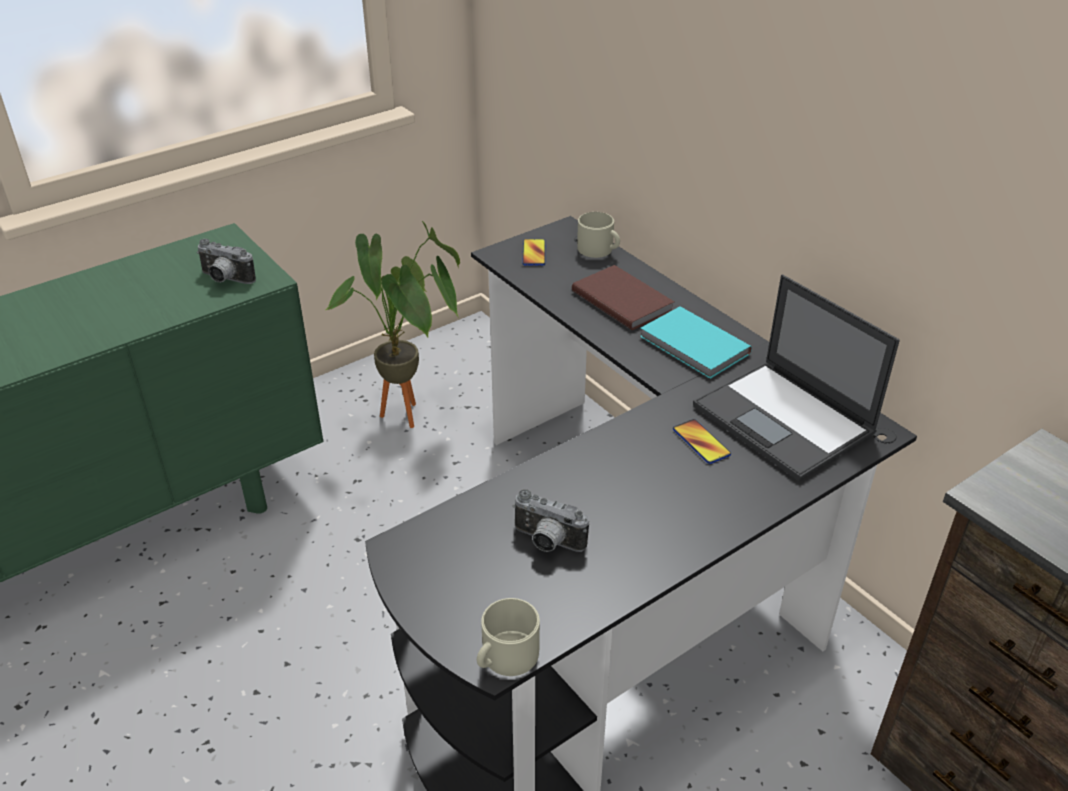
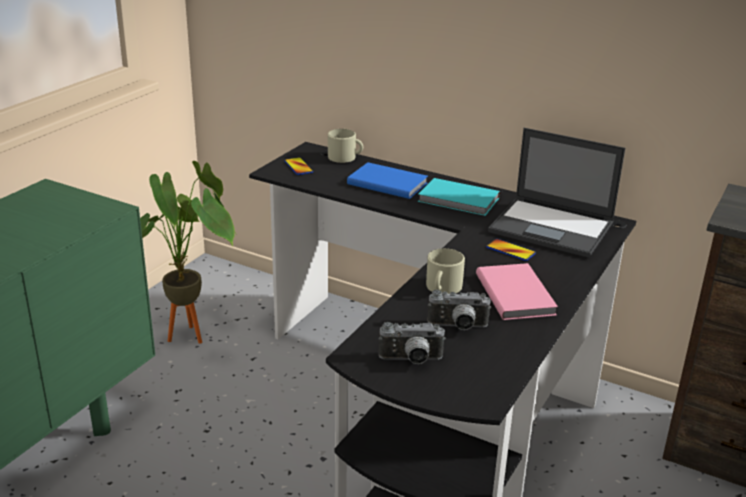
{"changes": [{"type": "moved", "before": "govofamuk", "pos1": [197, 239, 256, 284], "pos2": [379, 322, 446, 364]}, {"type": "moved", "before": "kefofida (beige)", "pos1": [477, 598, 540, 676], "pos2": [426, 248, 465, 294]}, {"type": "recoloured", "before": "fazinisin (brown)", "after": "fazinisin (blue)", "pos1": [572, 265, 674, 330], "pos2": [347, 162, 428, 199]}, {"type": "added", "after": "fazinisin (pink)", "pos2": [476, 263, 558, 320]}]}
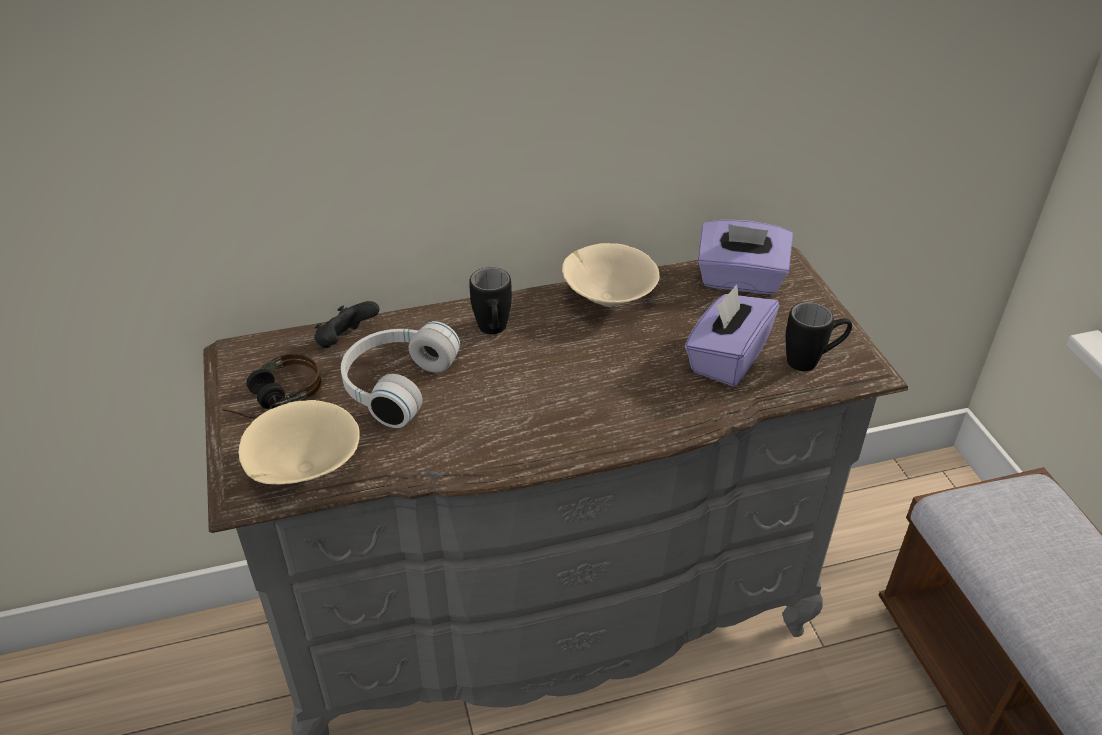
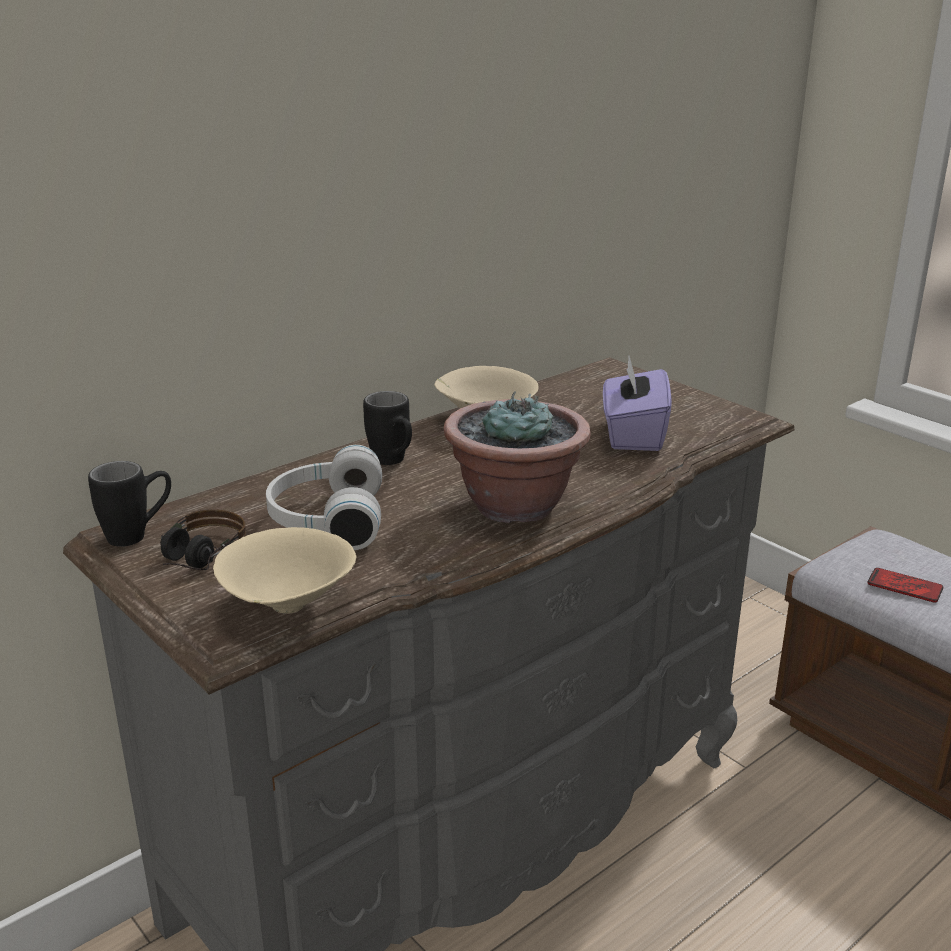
{"changes": [{"type": "removed", "before": "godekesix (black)", "pos1": [314, 301, 380, 348]}, {"type": "removed", "before": "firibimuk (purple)", "pos1": [698, 220, 793, 294]}, {"type": "moved", "before": "kefofida (black)", "pos1": [786, 302, 852, 371], "pos2": [88, 461, 171, 547]}, {"type": "added", "after": "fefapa", "pos2": [444, 392, 591, 523]}, {"type": "added", "after": "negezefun", "pos2": [867, 568, 943, 603]}]}
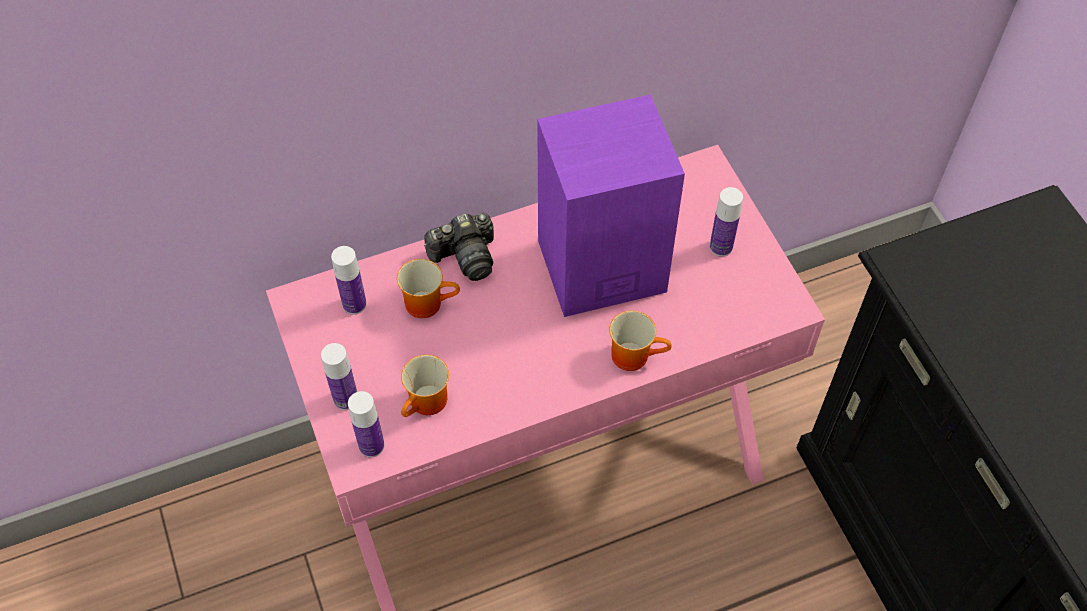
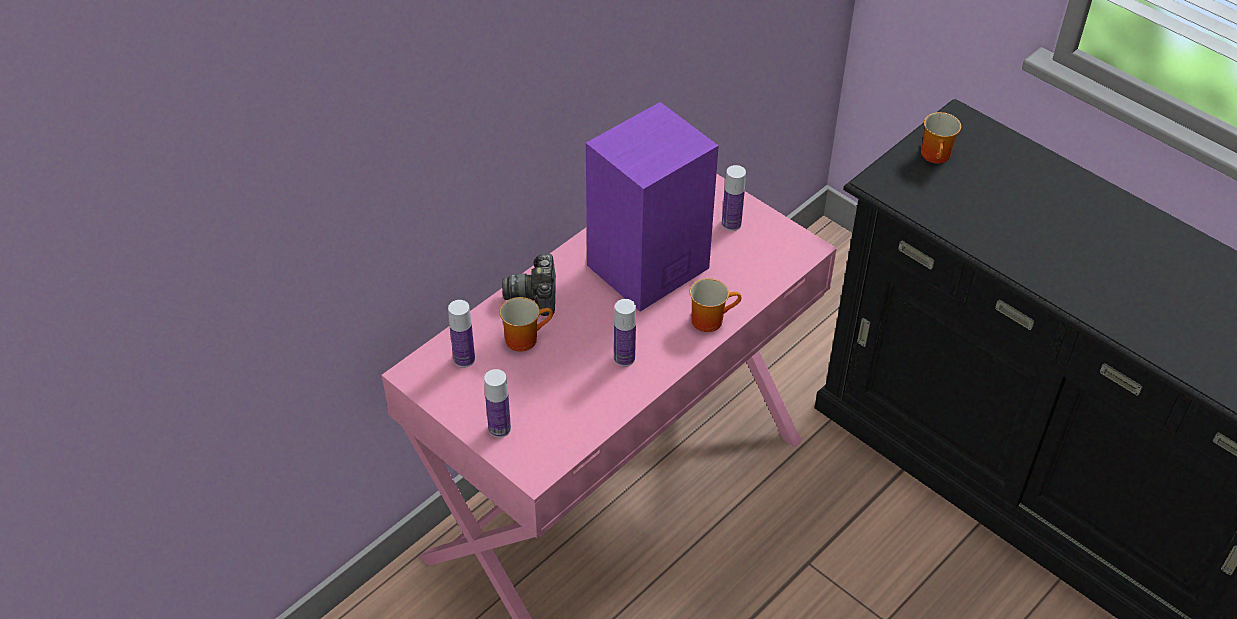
{"changes": [{"type": "moved", "before": "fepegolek", "pos1": [348, 391, 385, 458], "pos2": [614, 299, 636, 367]}, {"type": "moved", "before": "kefofida", "pos1": [401, 355, 449, 417], "pos2": [921, 112, 961, 163]}, {"type": "turned", "before": "govofamuk", "pos1": [424, 213, 494, 281], "pos2": [502, 254, 556, 316], "turn": 135}]}
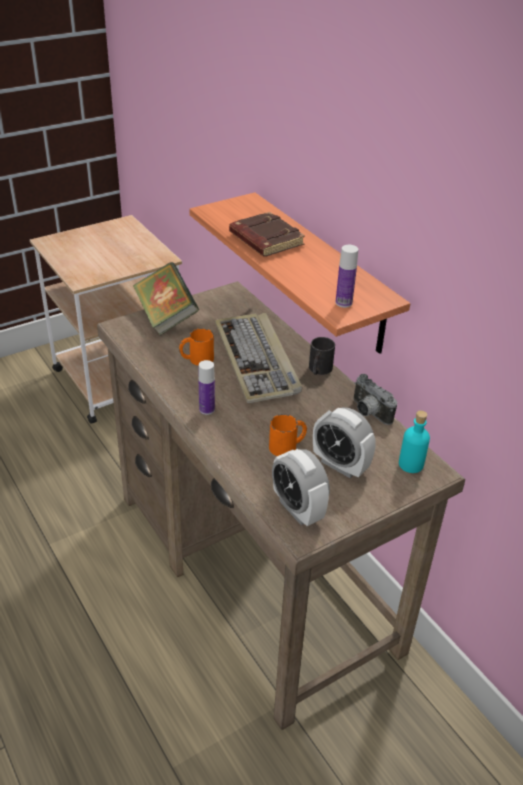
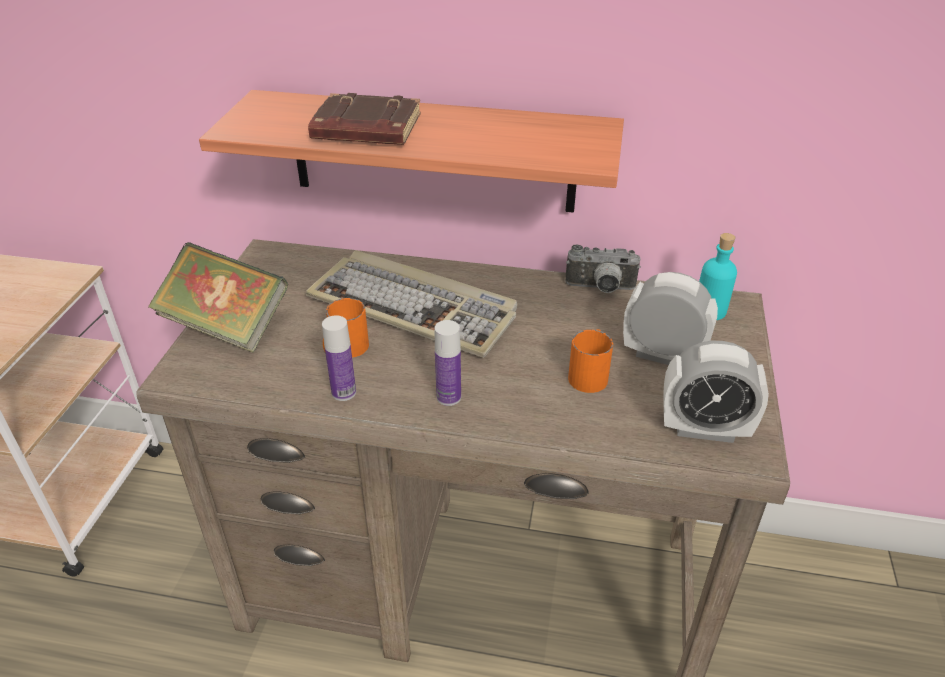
{"changes": [{"type": "removed", "before": "kefofida (black)", "pos1": [309, 337, 335, 375]}, {"type": "turned", "before": "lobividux", "pos1": [313, 407, 376, 478], "pos2": [623, 272, 718, 365], "turn": -150}, {"type": "moved", "before": "fepegolek", "pos1": [335, 245, 359, 308], "pos2": [322, 315, 356, 401]}]}
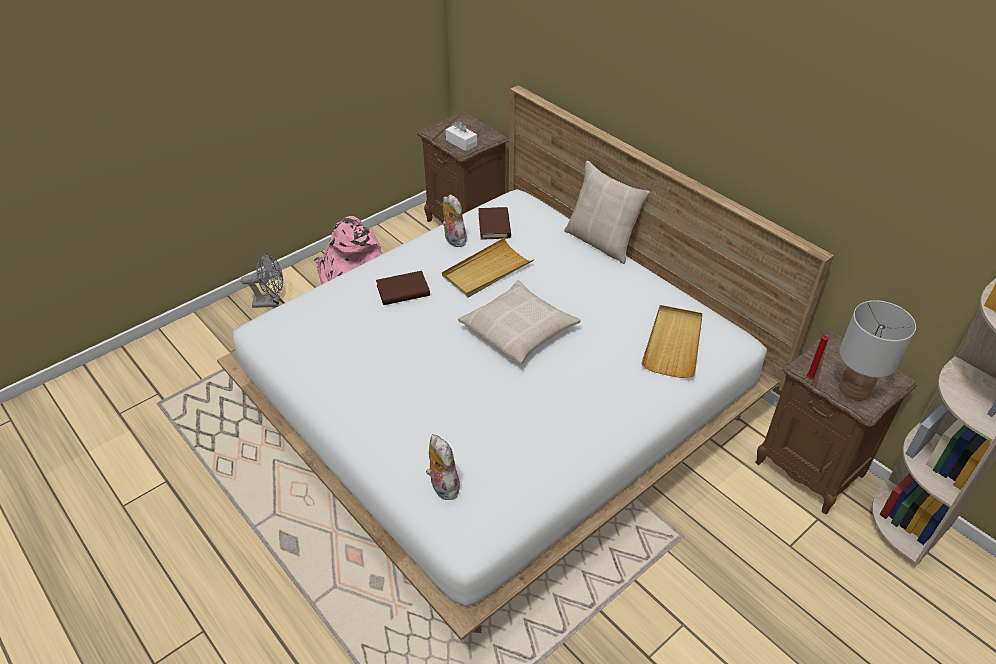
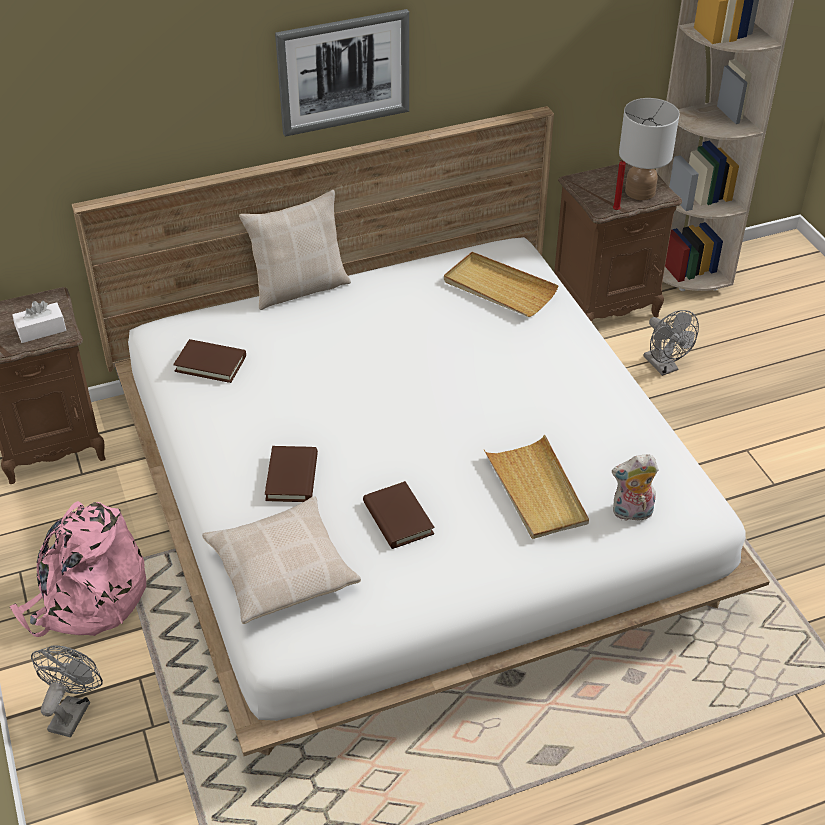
{"changes": [{"type": "removed", "before": "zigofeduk", "pos1": [442, 194, 467, 247]}, {"type": "moved", "before": "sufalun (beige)", "pos1": [442, 237, 534, 297], "pos2": [484, 434, 589, 539]}, {"type": "moved", "before": "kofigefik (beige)", "pos1": [458, 280, 581, 365], "pos2": [202, 496, 361, 624]}, {"type": "added", "after": "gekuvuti", "pos2": [275, 9, 409, 136]}, {"type": "added", "after": "fazinisin (brown)", "pos2": [363, 481, 434, 549]}, {"type": "added", "after": "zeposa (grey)", "pos2": [644, 310, 699, 376]}]}
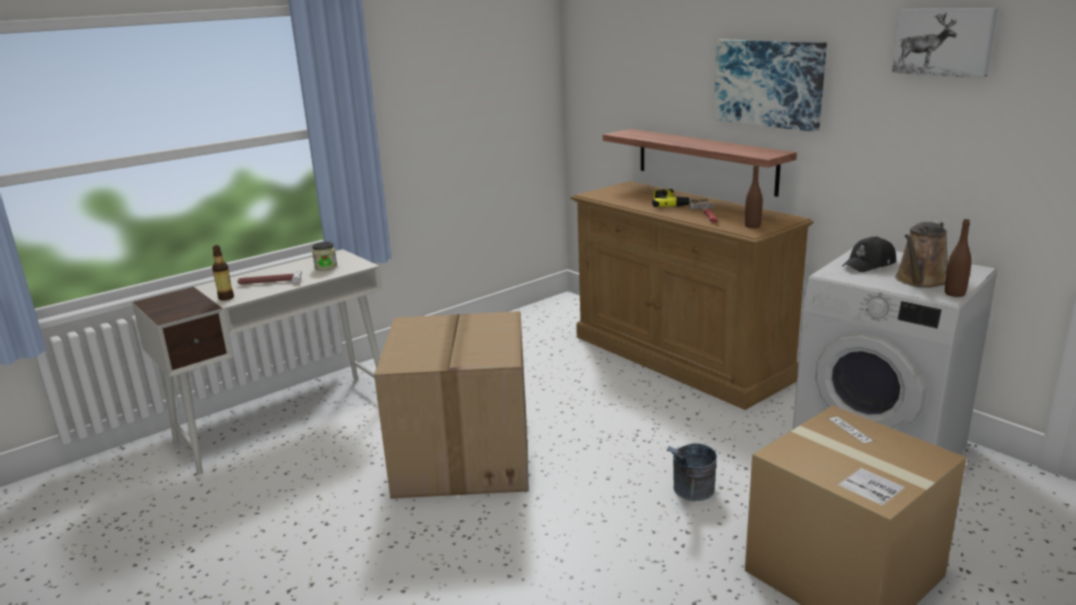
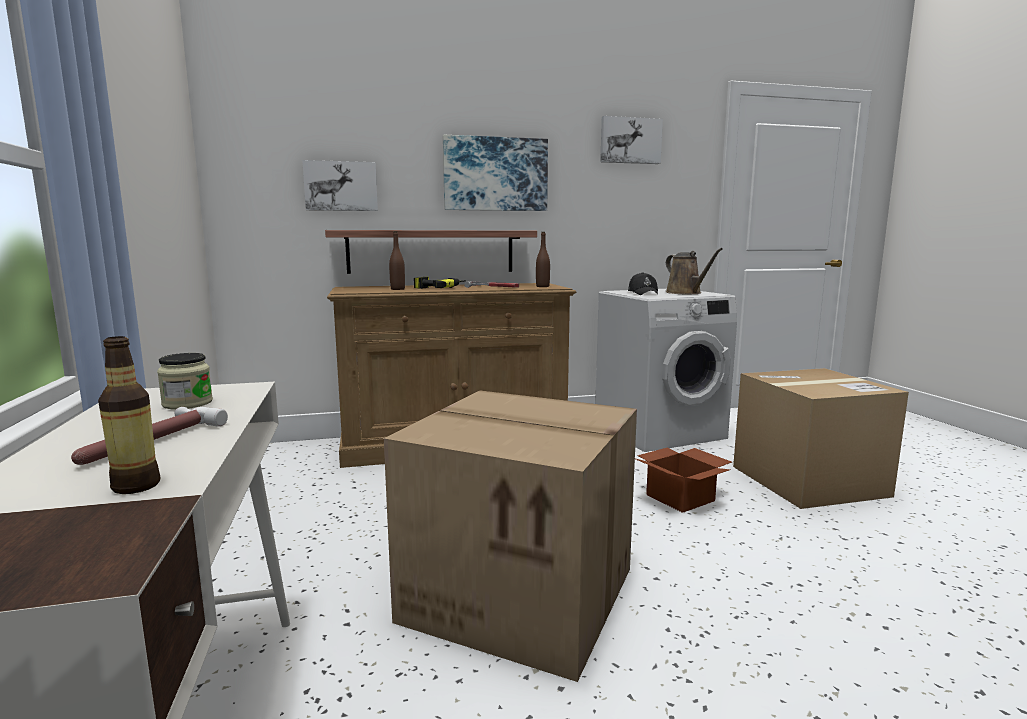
{"changes": [{"type": "replaced", "before": "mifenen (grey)", "after": "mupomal", "pos1": [667, 443, 717, 501], "pos2": [636, 447, 732, 513]}, {"type": "moved", "before": "fepegolek (brown)", "pos1": [945, 219, 972, 297], "pos2": [389, 231, 405, 290]}, {"type": "added", "after": "gekuvuti", "pos2": [302, 160, 378, 211]}]}
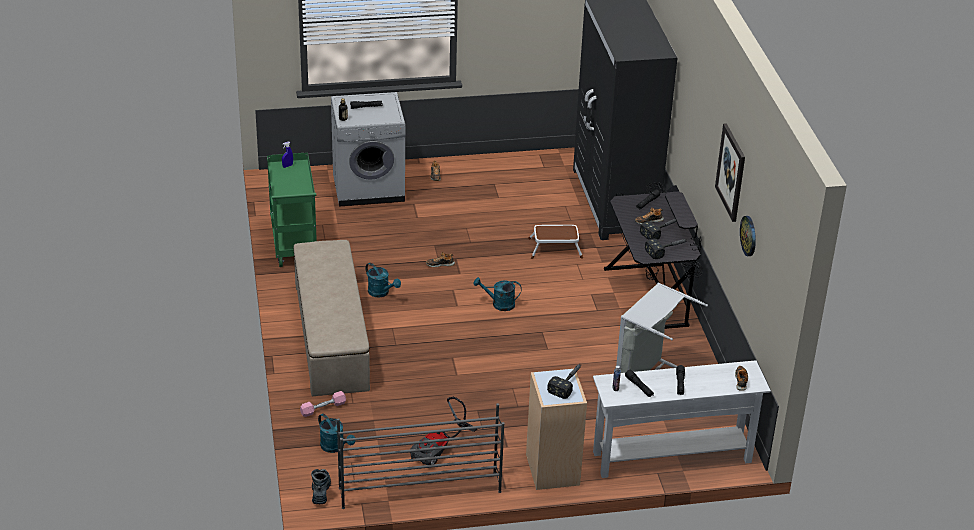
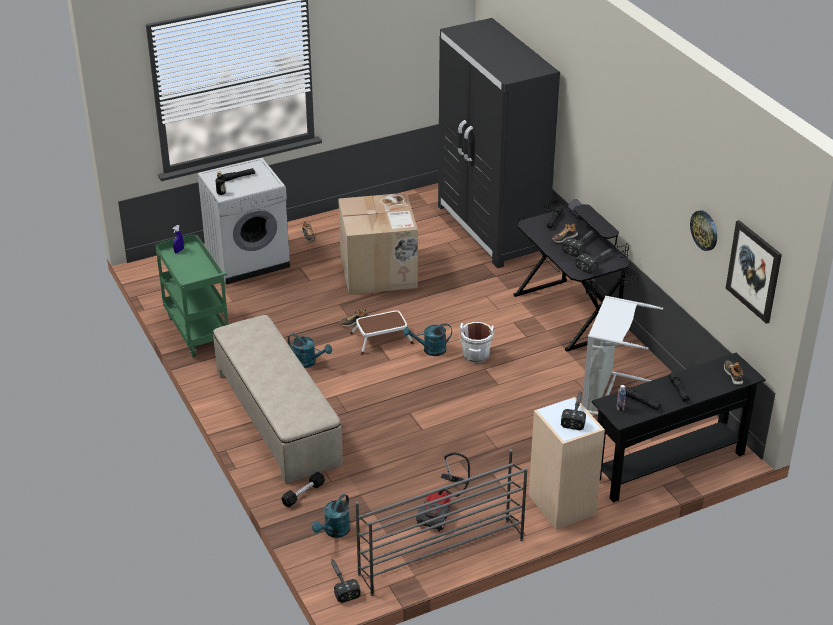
{"changes": [{"type": "recoloured", "before": "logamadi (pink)", "after": "logamadi (black)", "pos1": [300, 391, 346, 417], "pos2": [281, 471, 325, 507]}, {"type": "replaced", "before": "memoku", "after": "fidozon", "pos1": [311, 469, 331, 504], "pos2": [331, 559, 361, 603]}, {"type": "turned", "before": "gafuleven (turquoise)", "pos1": [318, 413, 356, 453], "pos2": [312, 494, 351, 538], "turn": 90}, {"type": "moved", "before": "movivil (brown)", "pos1": [528, 225, 583, 259], "pos2": [350, 310, 414, 355]}, {"type": "recoloured", "before": "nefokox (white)", "after": "nefokox (black)", "pos1": [593, 360, 771, 478], "pos2": [592, 353, 766, 503]}, {"type": "moved", "before": "gekuvuti", "pos1": [715, 123, 745, 222], "pos2": [726, 220, 782, 324]}, {"type": "added", "after": "mupomal", "pos2": [338, 193, 418, 294]}, {"type": "added", "after": "mifenen (white)", "pos2": [459, 322, 495, 363]}]}
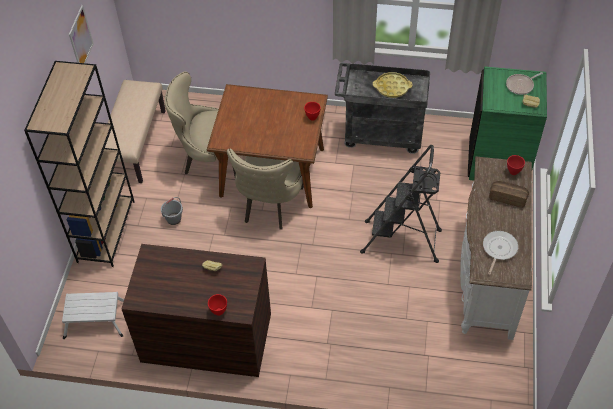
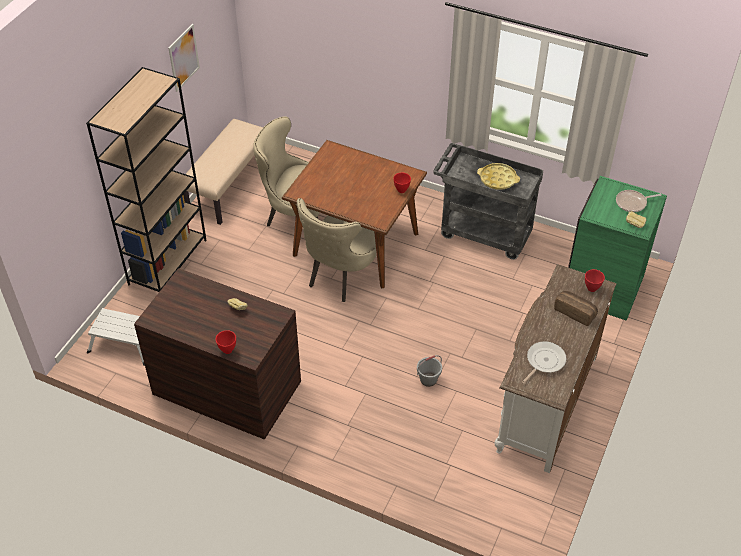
{"changes": [{"type": "moved", "before": "mifenen (grey)", "pos1": [161, 197, 183, 225], "pos2": [417, 355, 442, 387]}, {"type": "removed", "before": "movivil", "pos1": [360, 145, 442, 263]}]}
